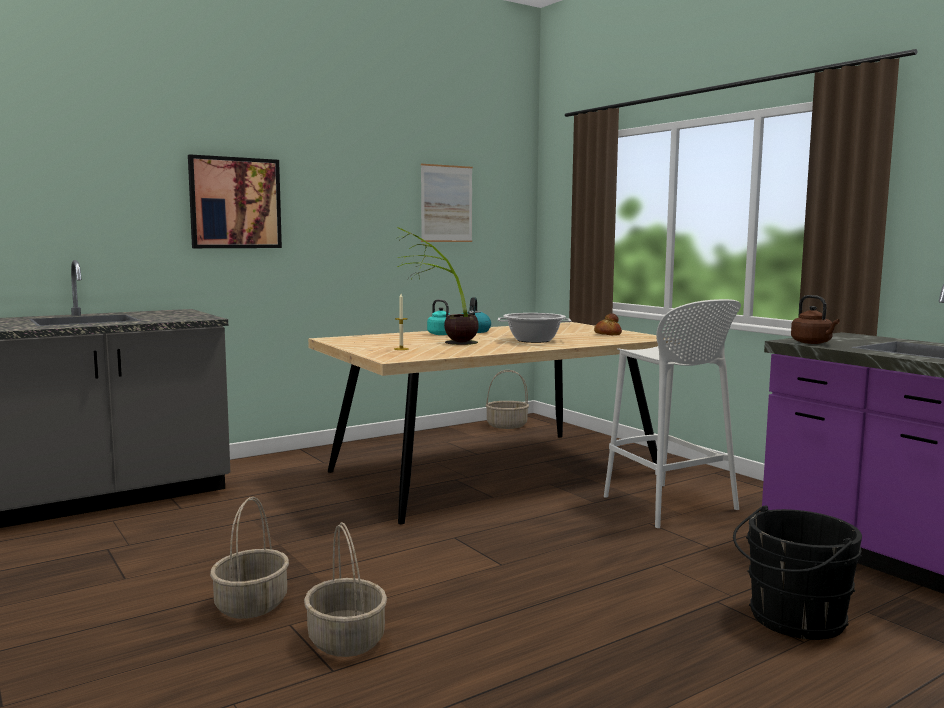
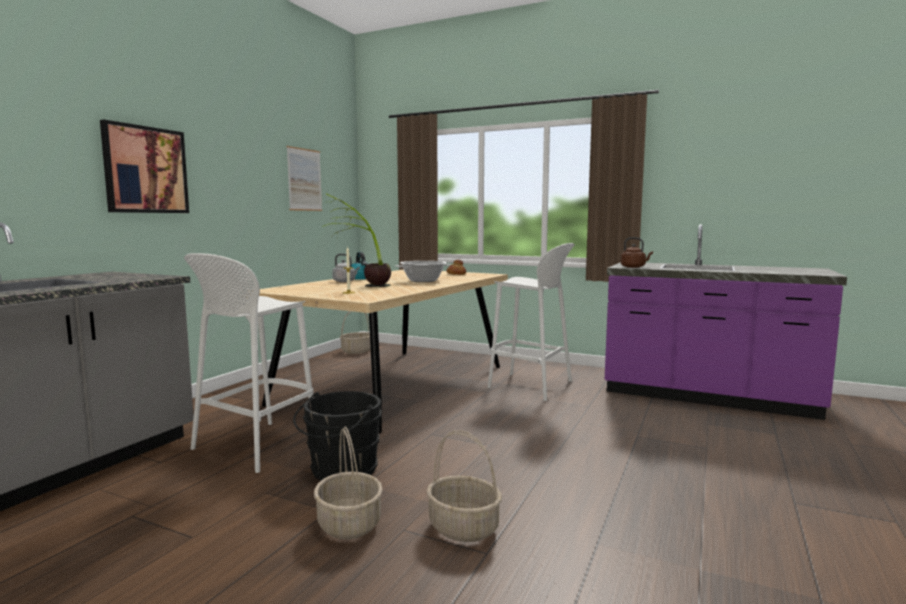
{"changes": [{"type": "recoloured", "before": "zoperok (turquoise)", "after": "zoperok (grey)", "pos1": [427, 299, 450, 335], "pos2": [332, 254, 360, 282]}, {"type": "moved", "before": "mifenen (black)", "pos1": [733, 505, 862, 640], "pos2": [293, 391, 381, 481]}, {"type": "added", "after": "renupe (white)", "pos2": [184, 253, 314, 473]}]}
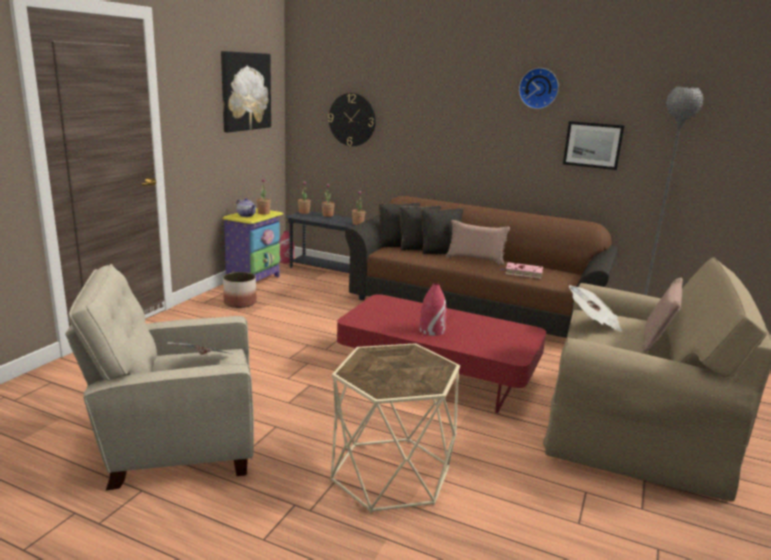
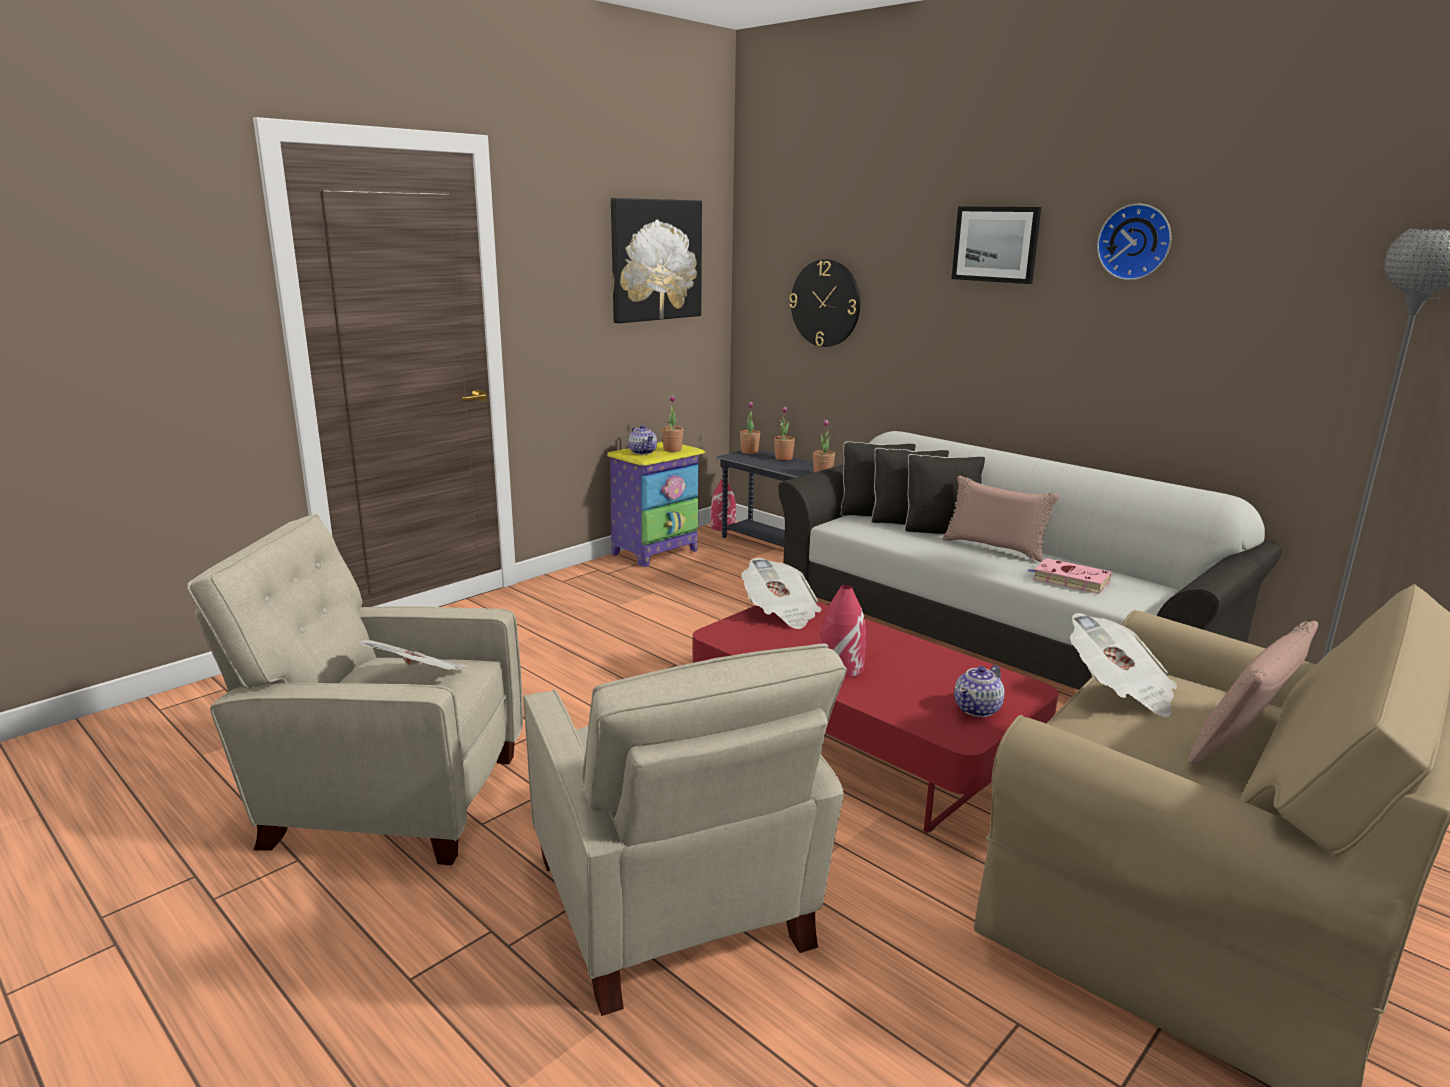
{"changes": [{"type": "removed", "before": "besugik", "pos1": [223, 272, 257, 308]}, {"type": "replaced", "before": "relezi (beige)", "after": "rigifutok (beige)", "pos1": [330, 343, 460, 513], "pos2": [523, 643, 847, 1016]}, {"type": "recoloured", "before": "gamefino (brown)", "after": "gamefino (white)", "pos1": [345, 196, 618, 338], "pos2": [778, 431, 1281, 690]}, {"type": "moved", "before": "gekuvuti", "pos1": [563, 121, 625, 170], "pos2": [951, 206, 1041, 284]}, {"type": "added", "after": "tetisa", "pos2": [741, 558, 822, 629]}, {"type": "added", "after": "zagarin", "pos2": [954, 665, 1005, 717]}]}
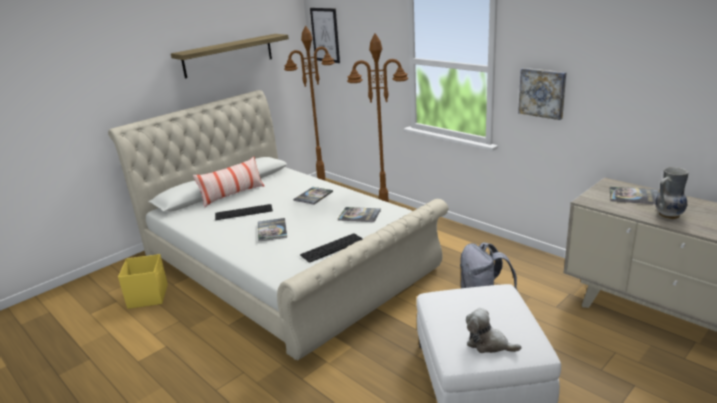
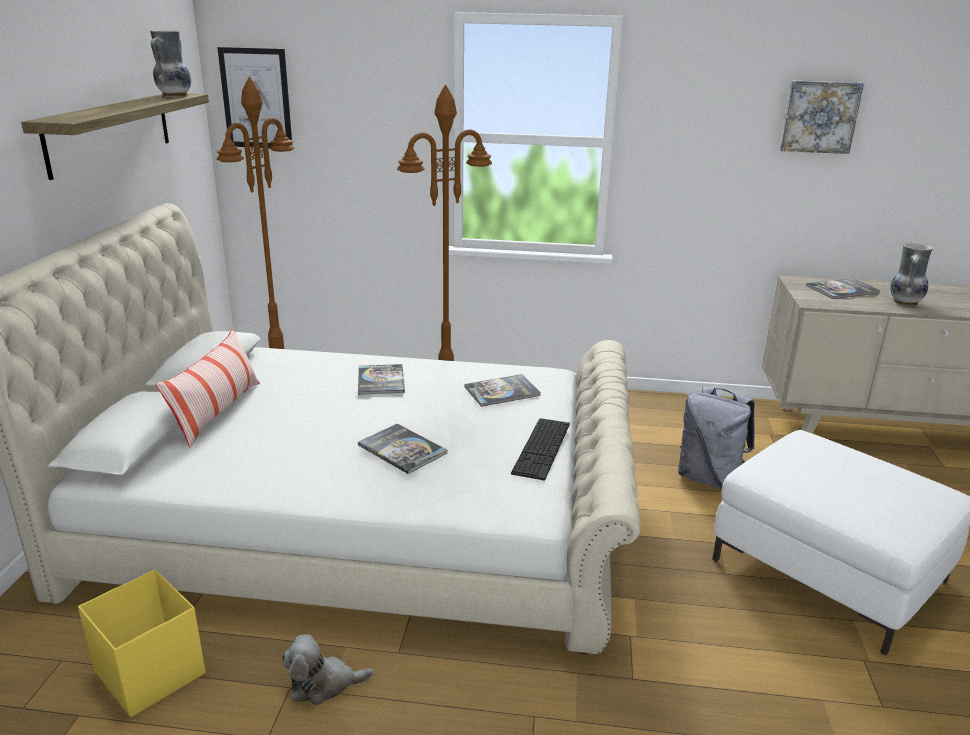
{"changes": [{"type": "removed", "before": "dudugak", "pos1": [215, 204, 273, 220]}, {"type": "moved", "before": "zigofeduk", "pos1": [466, 308, 522, 353], "pos2": [282, 634, 374, 705]}, {"type": "moved", "before": "gekuvuti", "pos1": [518, 68, 567, 120], "pos2": [780, 81, 864, 154]}, {"type": "added", "after": "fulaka", "pos2": [150, 30, 191, 97]}]}
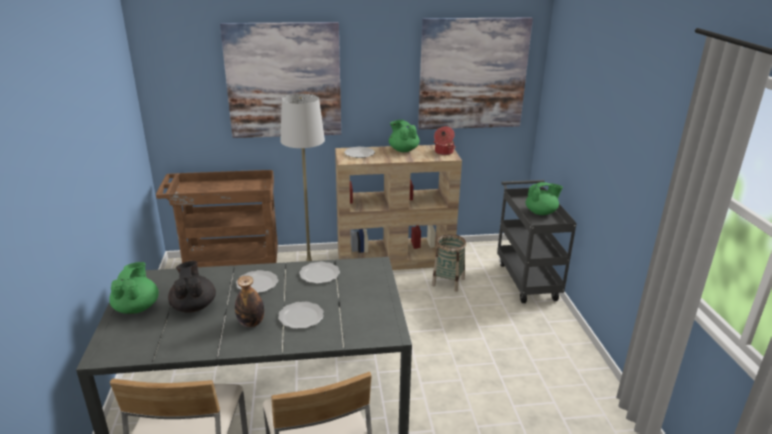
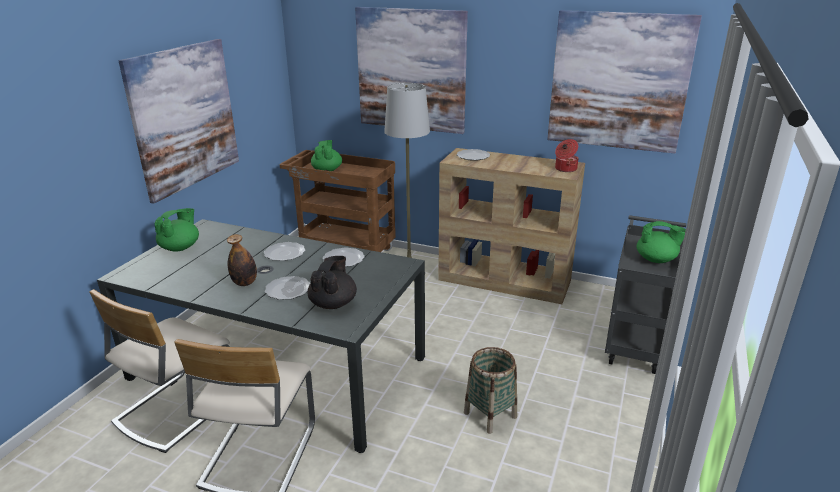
{"changes": [{"type": "moved", "before": "zagarin (black)", "pos1": [168, 261, 216, 312], "pos2": [308, 256, 357, 309]}, {"type": "moved", "before": "zagarin (green)", "pos1": [389, 120, 420, 152], "pos2": [311, 140, 342, 171]}, {"type": "moved", "before": "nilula", "pos1": [432, 234, 466, 292], "pos2": [464, 347, 517, 434]}, {"type": "added", "after": "gekuvuti", "pos2": [119, 39, 239, 204]}]}
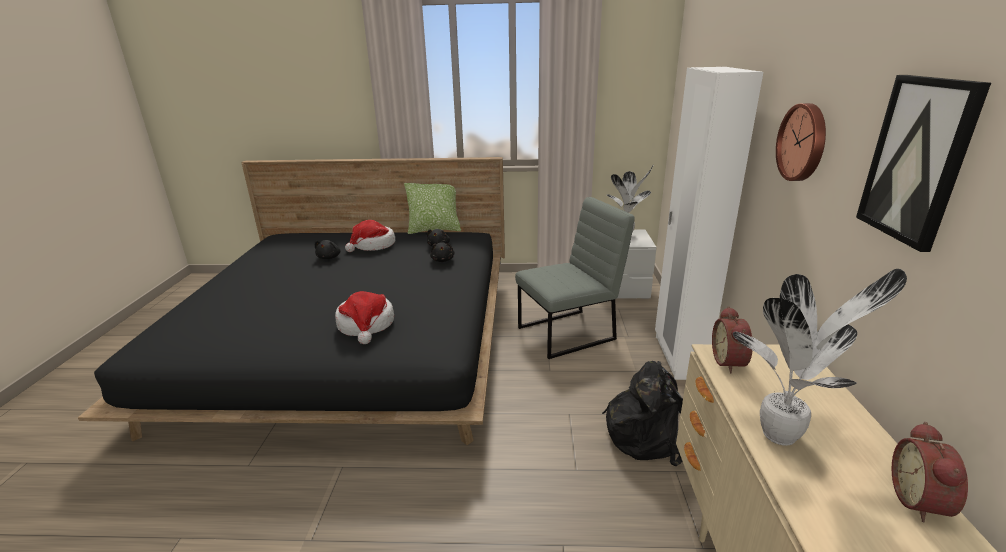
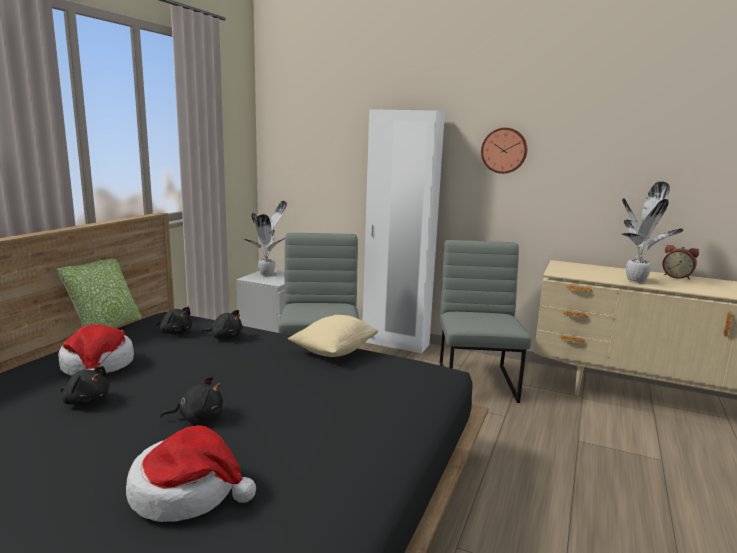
{"changes": [{"type": "moved", "before": "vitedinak", "pos1": [335, 291, 394, 344], "pos2": [126, 425, 256, 522]}, {"type": "replaced", "before": "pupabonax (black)", "after": "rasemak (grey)", "pos1": [602, 361, 683, 466], "pos2": [439, 240, 532, 403]}, {"type": "removed", "before": "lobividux", "pos1": [712, 306, 753, 373]}, {"type": "removed", "before": "gekuvuti", "pos1": [856, 75, 991, 252]}, {"type": "added", "after": "zigofeduk (black)", "pos2": [160, 376, 223, 423]}, {"type": "added", "after": "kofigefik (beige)", "pos2": [288, 315, 378, 357]}]}
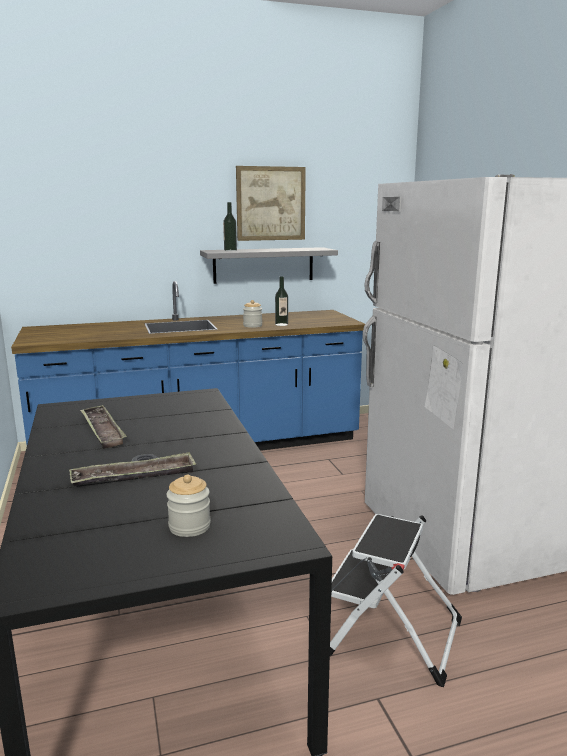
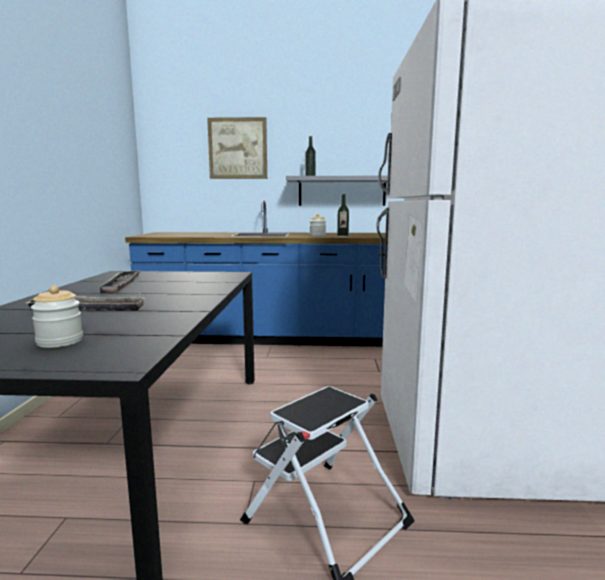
{"changes": [{"type": "moved", "before": "gekuvuti", "pos1": [236, 166, 306, 241], "pos2": [207, 117, 267, 179]}]}
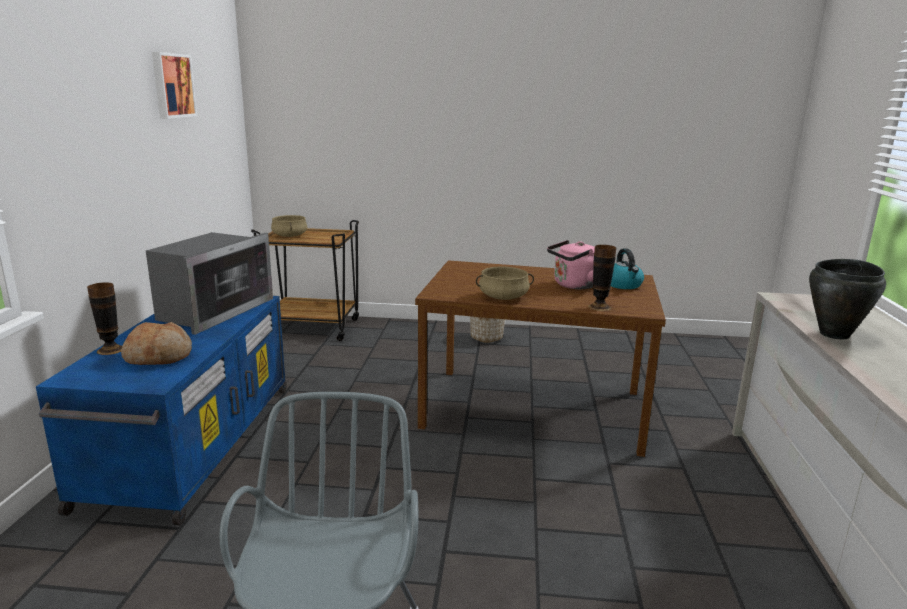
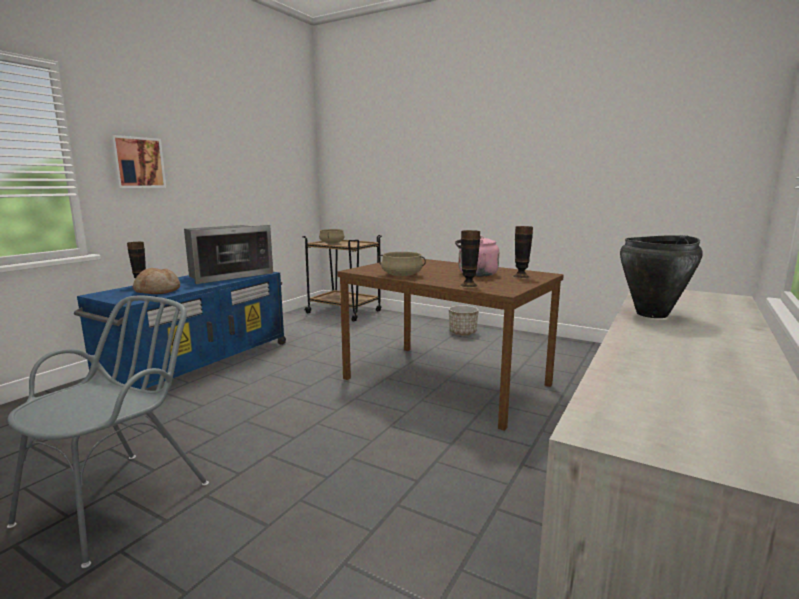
{"changes": [{"type": "moved", "before": "gekuvuti", "pos1": [152, 52, 197, 119], "pos2": [109, 135, 166, 188]}, {"type": "replaced", "before": "zoperok", "after": "fulaka", "pos1": [611, 249, 644, 289], "pos2": [512, 226, 533, 279]}]}
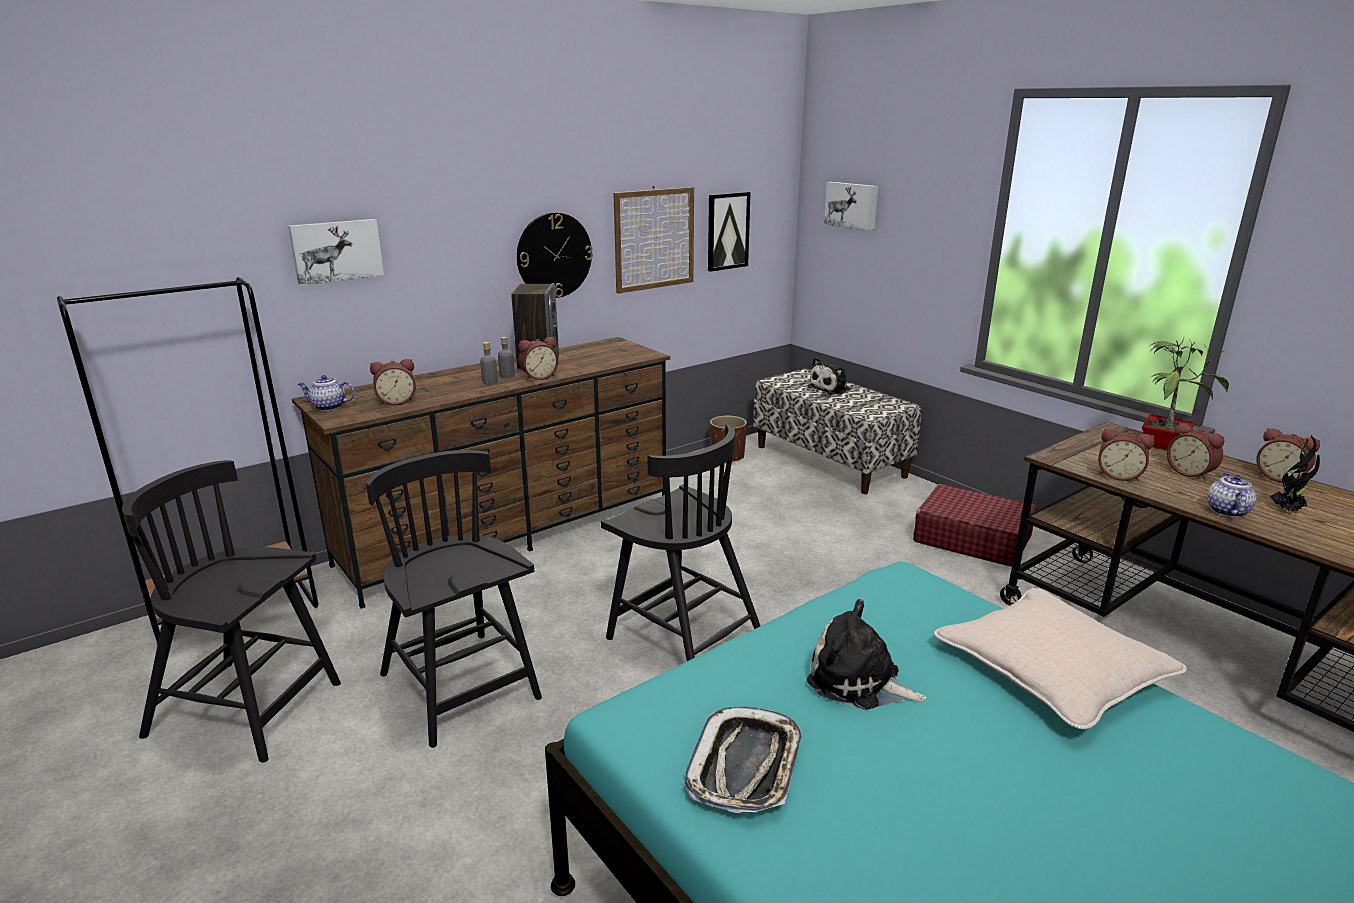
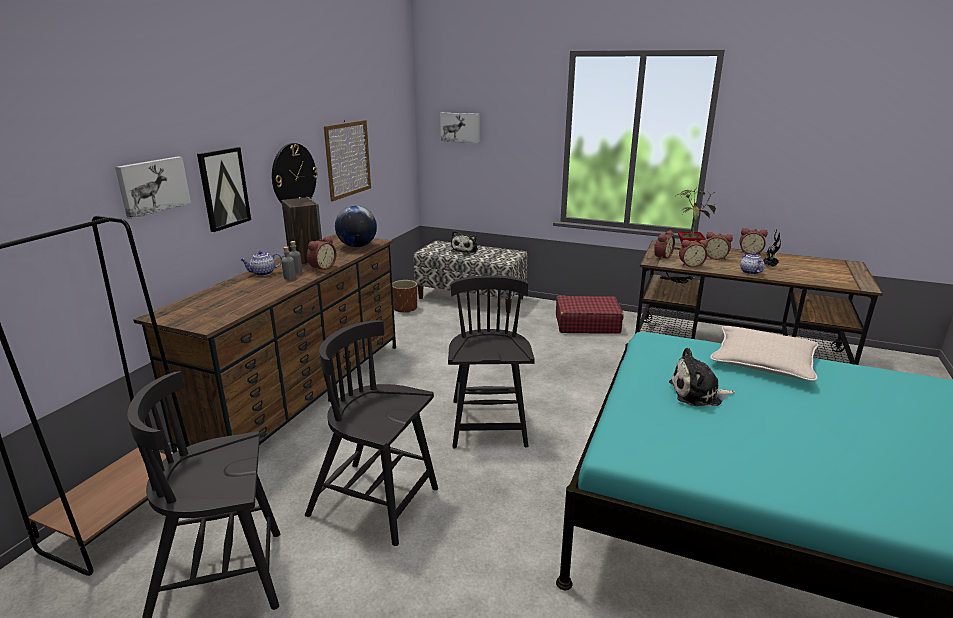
{"changes": [{"type": "moved", "before": "zagarin", "pos1": [298, 375, 355, 411], "pos2": [241, 251, 282, 276]}, {"type": "moved", "before": "lobividux", "pos1": [370, 359, 416, 405], "pos2": [654, 230, 675, 260]}, {"type": "turned", "before": "rasemak (black)", "pos1": [601, 424, 760, 661], "pos2": [448, 275, 535, 449], "turn": -105}, {"type": "removed", "before": "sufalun", "pos1": [685, 706, 802, 813]}, {"type": "moved", "before": "gekuvuti", "pos1": [708, 192, 751, 272], "pos2": [197, 147, 251, 232]}, {"type": "added", "after": "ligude", "pos2": [335, 206, 377, 247]}]}
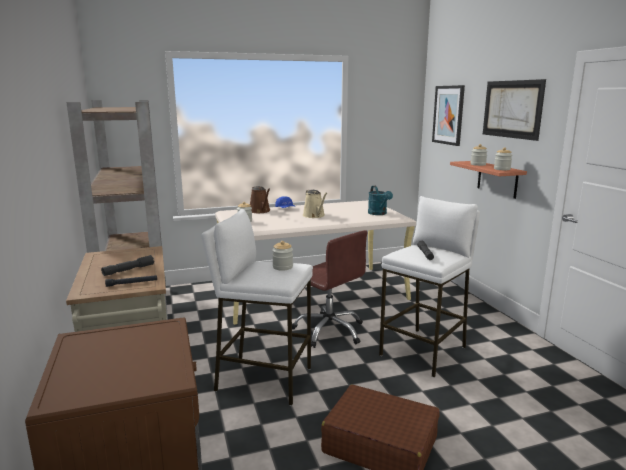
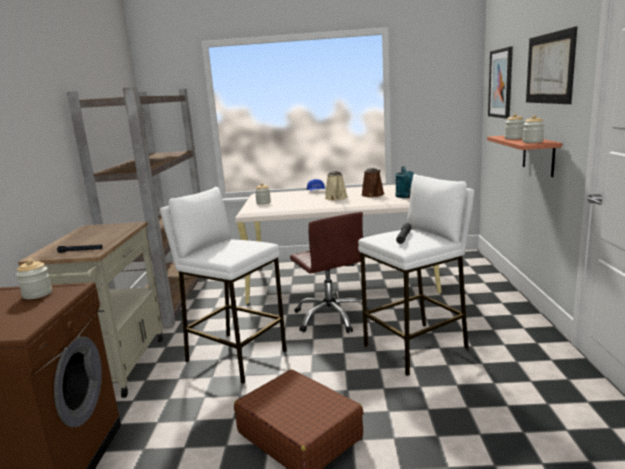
{"changes": [{"type": "removed", "before": "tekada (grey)", "pos1": [101, 255, 154, 276]}, {"type": "moved", "before": "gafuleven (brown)", "pos1": [250, 186, 270, 213], "pos2": [361, 168, 385, 197]}, {"type": "moved", "before": "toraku", "pos1": [272, 241, 293, 271], "pos2": [16, 259, 52, 299]}]}
